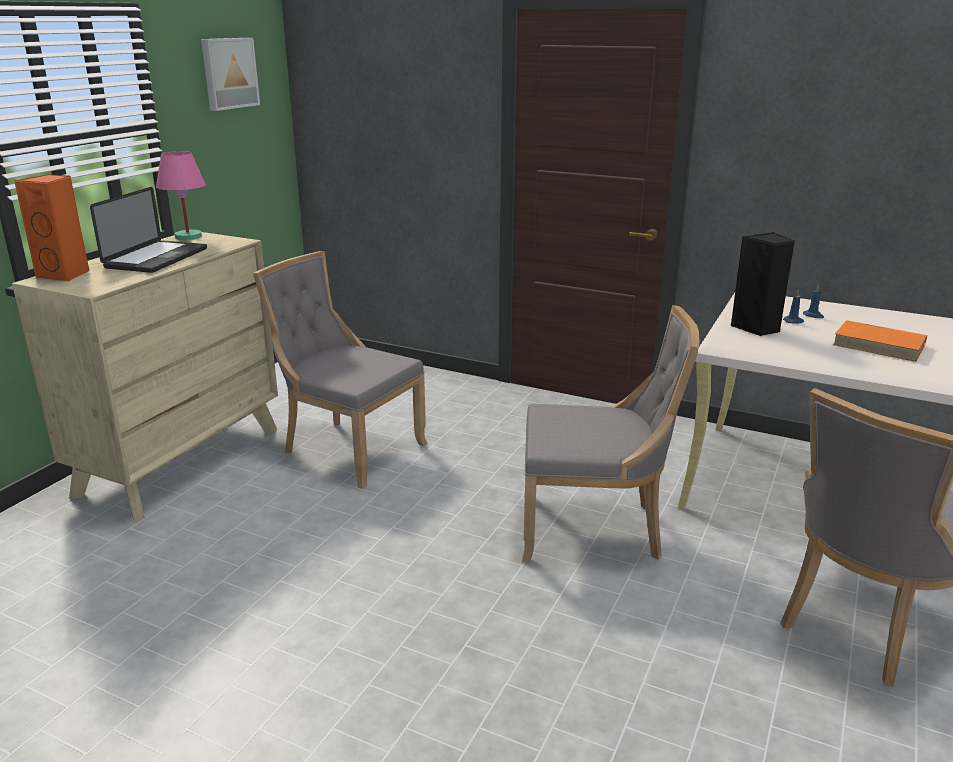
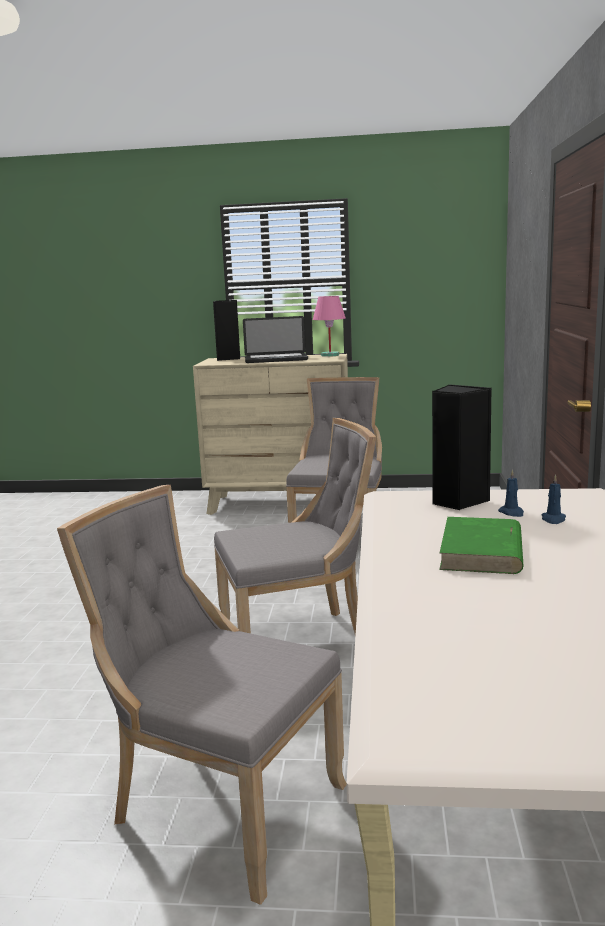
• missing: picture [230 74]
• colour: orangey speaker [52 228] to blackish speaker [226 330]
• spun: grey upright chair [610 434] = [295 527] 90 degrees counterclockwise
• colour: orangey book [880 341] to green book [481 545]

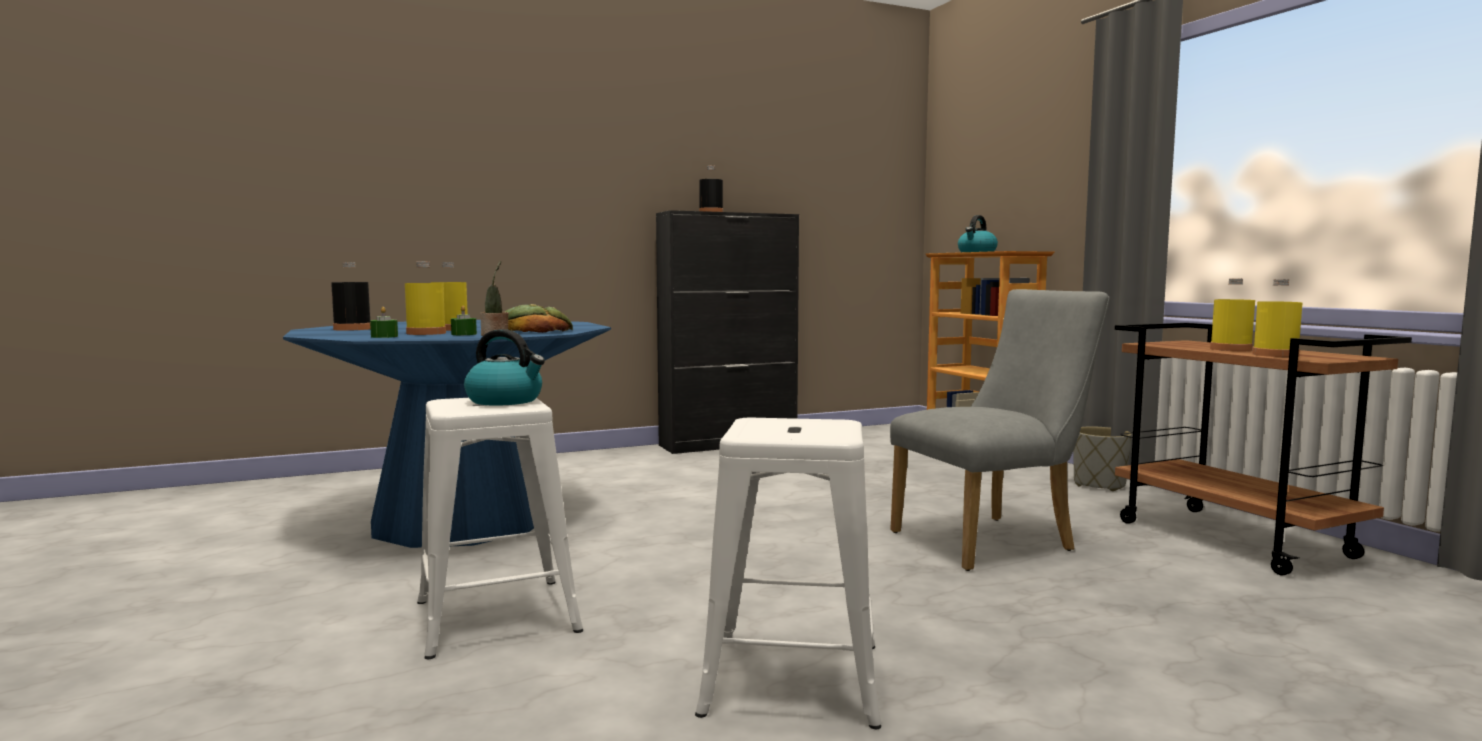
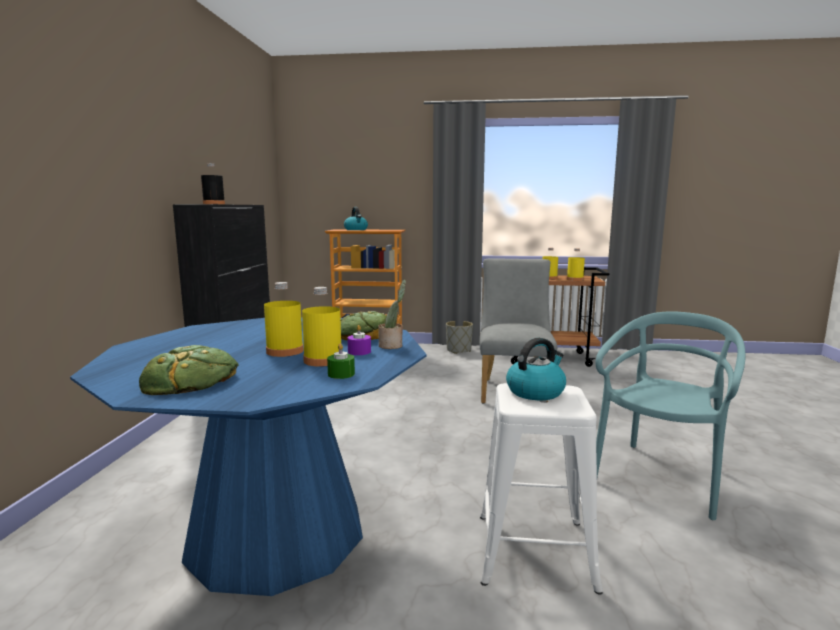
• exchanged: blackish drink bottle [351 296] to bread [189 370]
• colour: green wax candle [464 320] to purple wax candle [359 340]
• exchanged: whitish sitting stool [788 573] to turquoise upright chair [670 415]

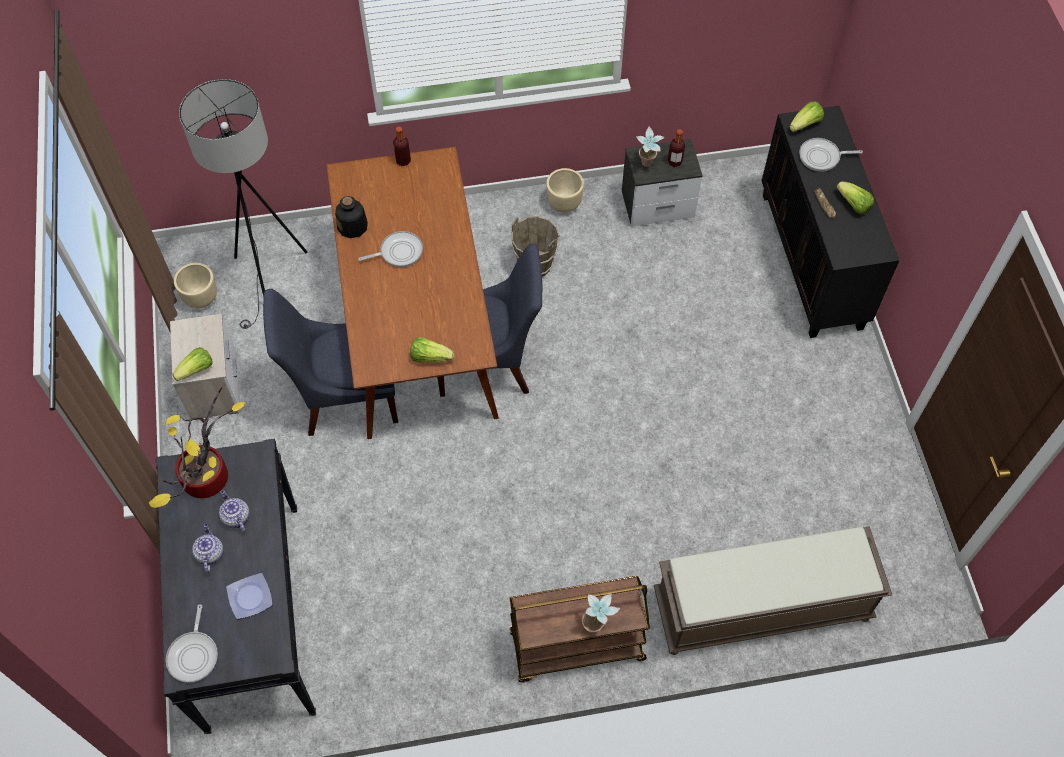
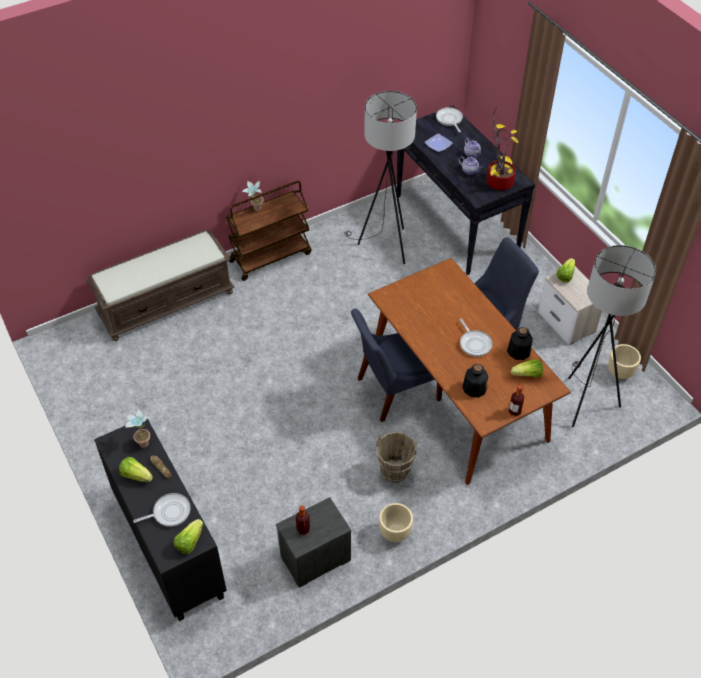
• relocated: potted plant [650 146] to [137 428]
• spun: frying pan [390 249] = [476 337] 75 degrees counterclockwise
• relocated: head of lettuce [432 350] to [527 368]
• appeared: grey standing lamp [380 177]
• appeared: drink bottle [475 380]

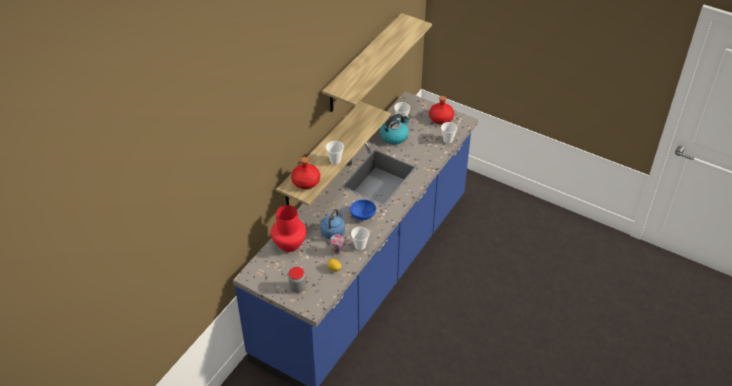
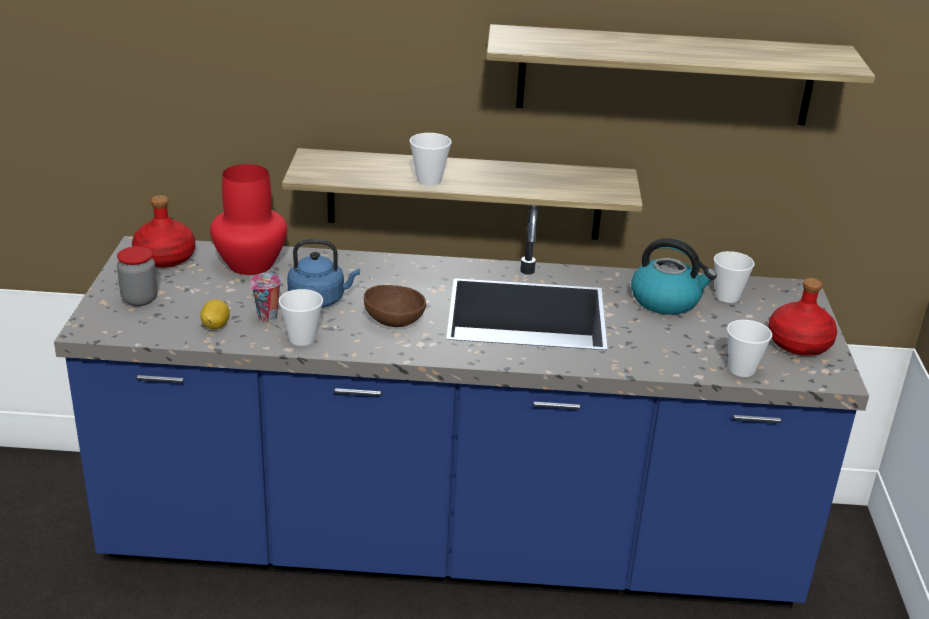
• relocated: reddish drink bottle [305 173] to [163 231]
• colour: blue deep dish [363 209] to brown-coloured deep dish [395 306]

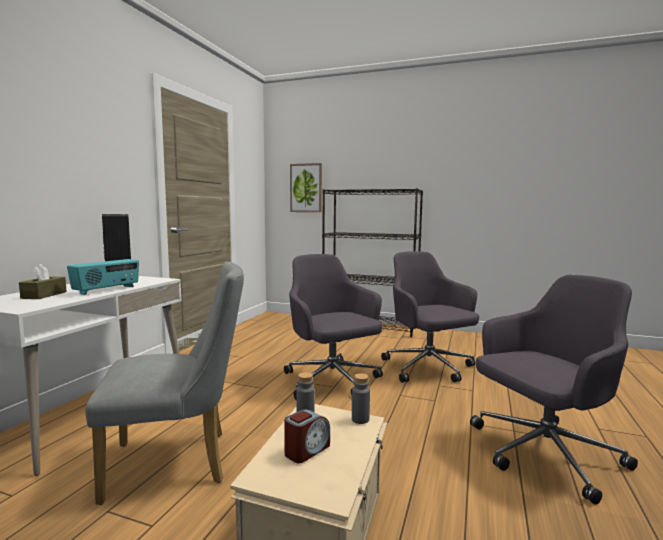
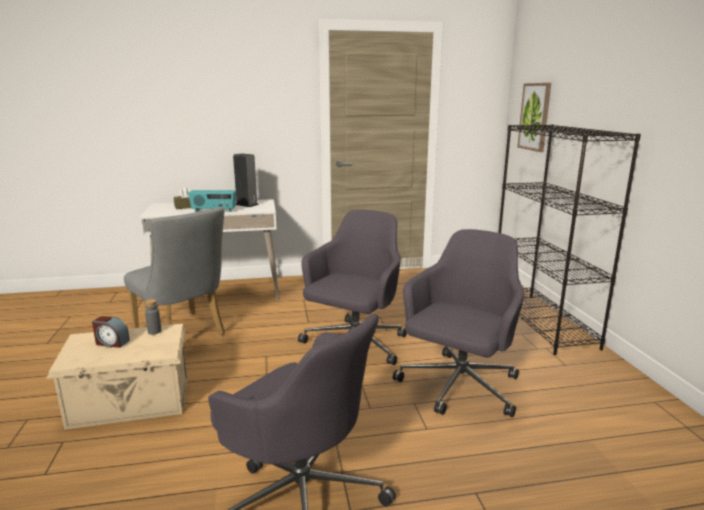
• missing: grey drink bottle [361 398]

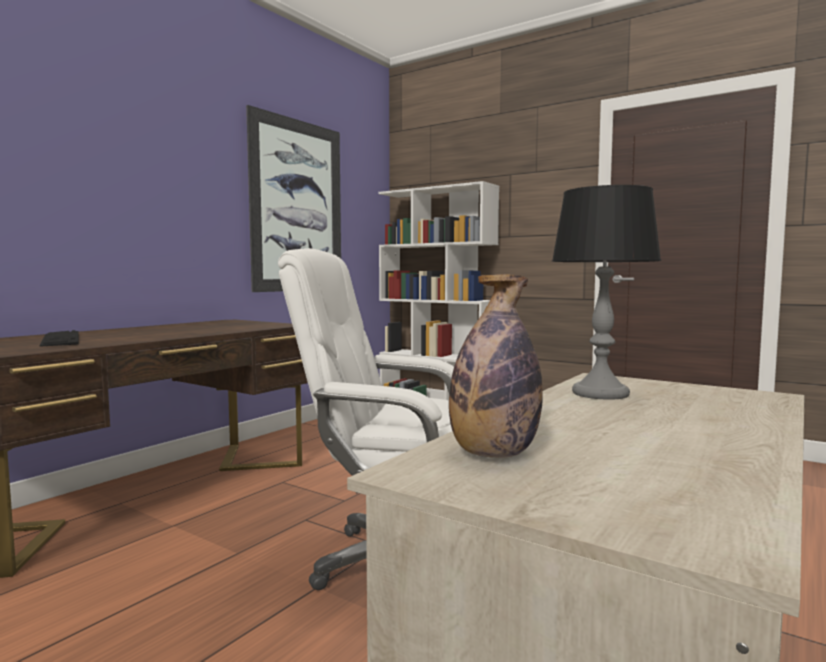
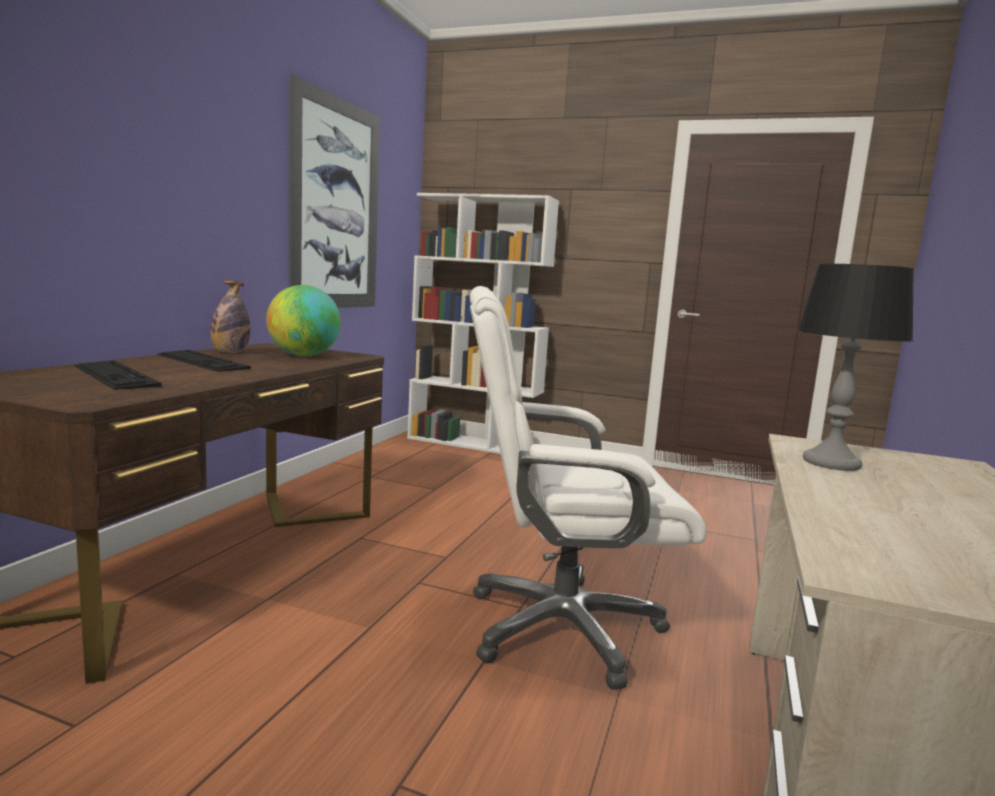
• relocated: drink bottle [496 366] to [230 317]
• appeared: globe [303 321]
• appeared: keyboard [204 361]

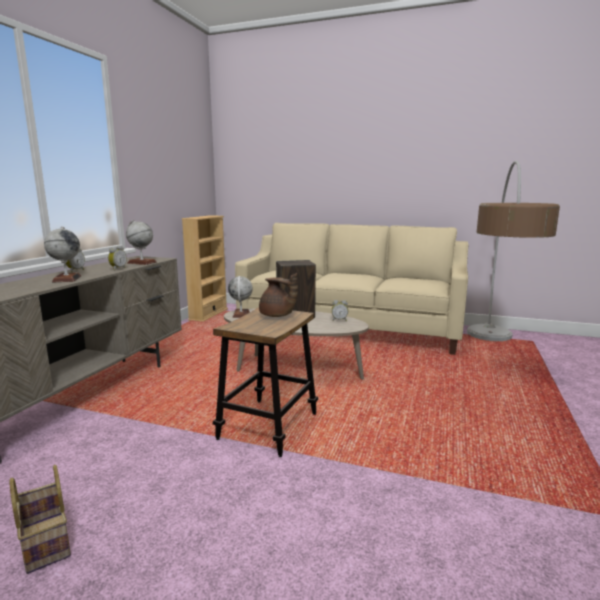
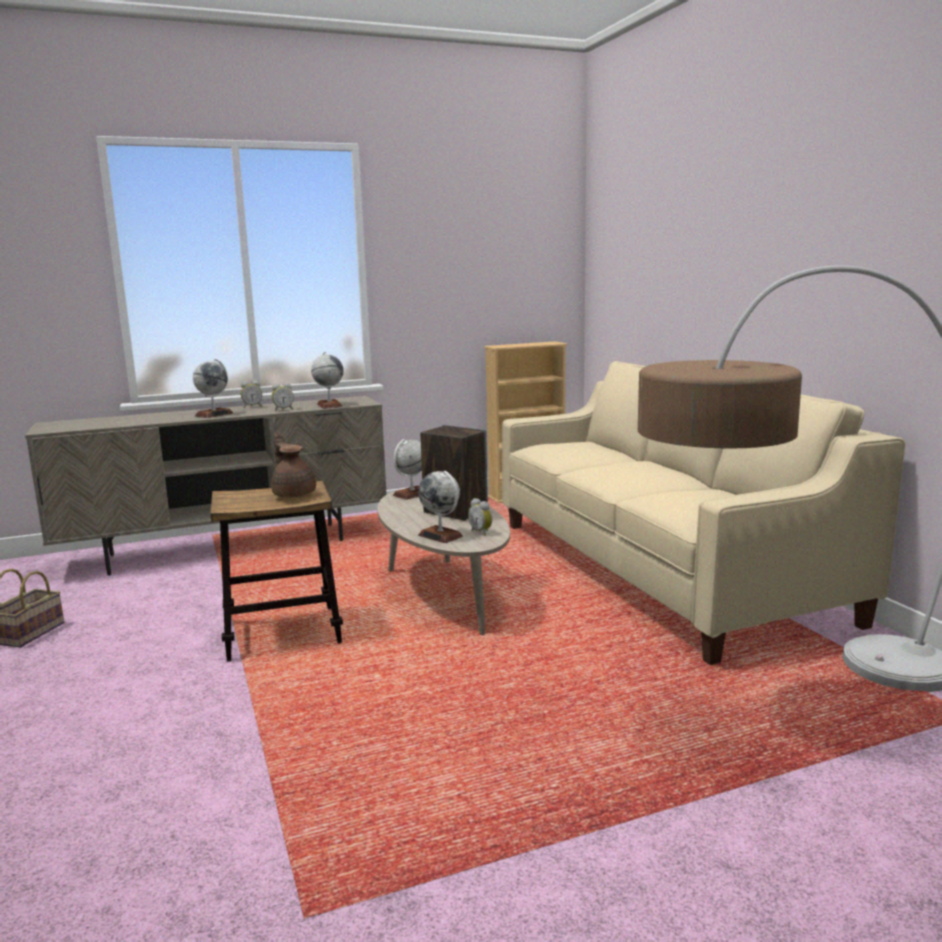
• spun: brown-coloured tea pot [278 295] = [293 465] 150 degrees clockwise
• appeared: globe [440 507]

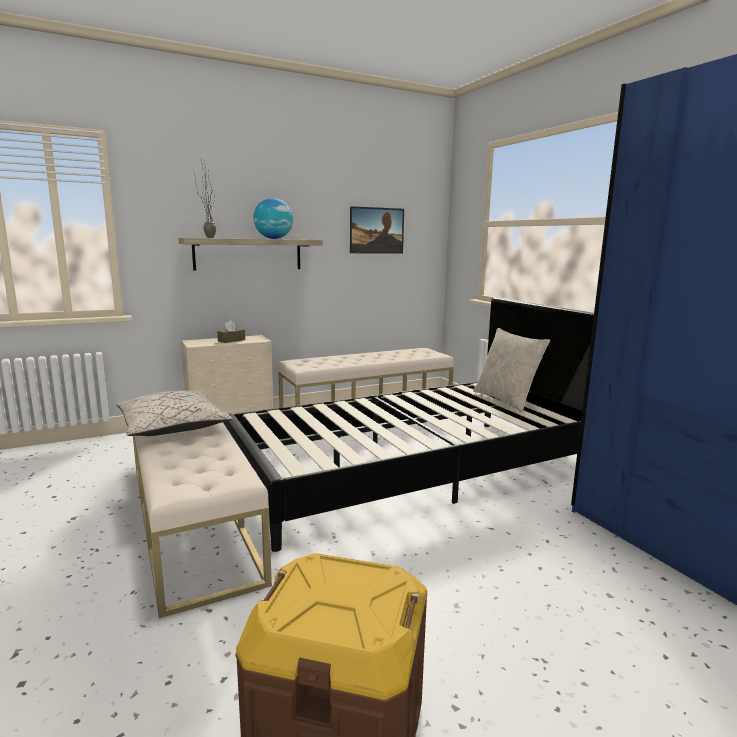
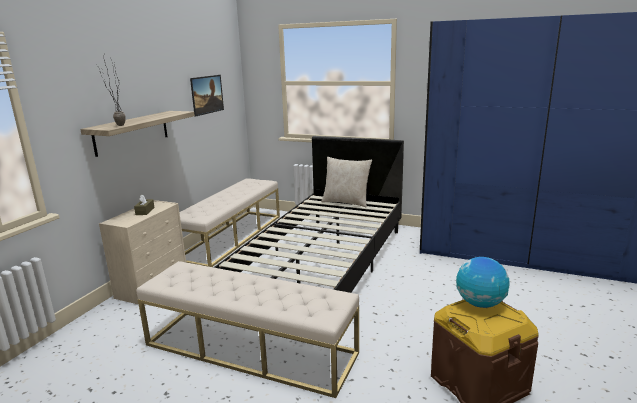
• relocated: globe [273 218] to [483 282]
• missing: sand-coloured pillow [174 413]

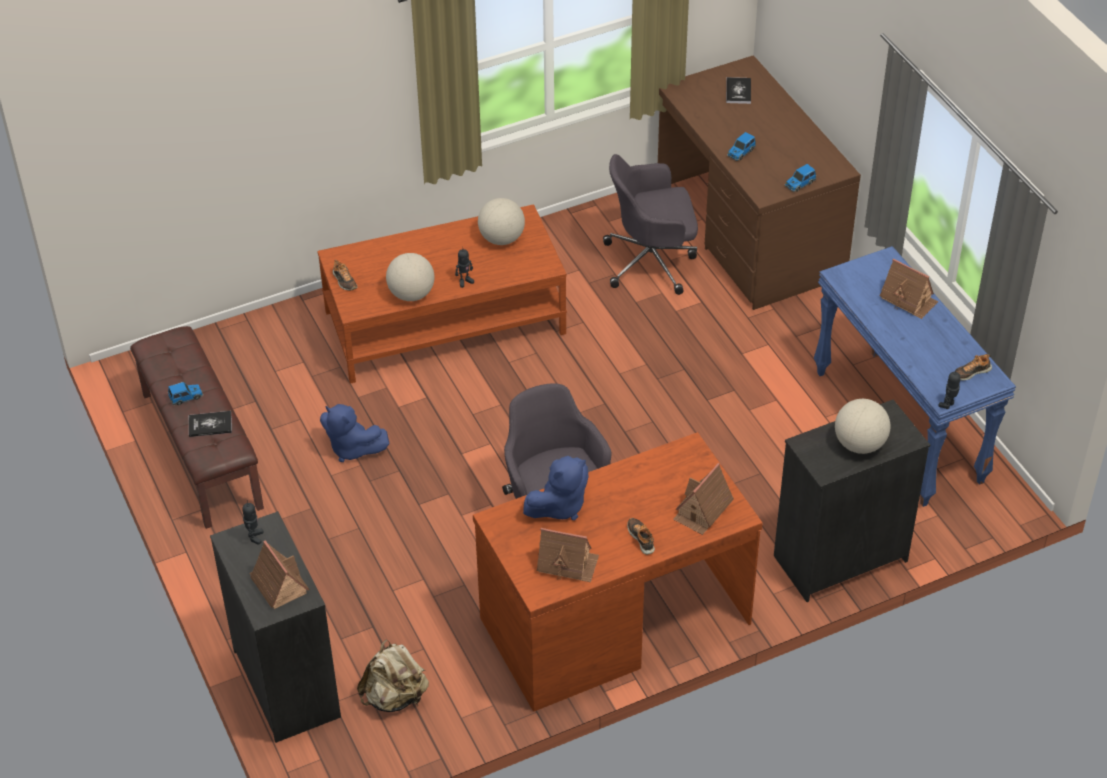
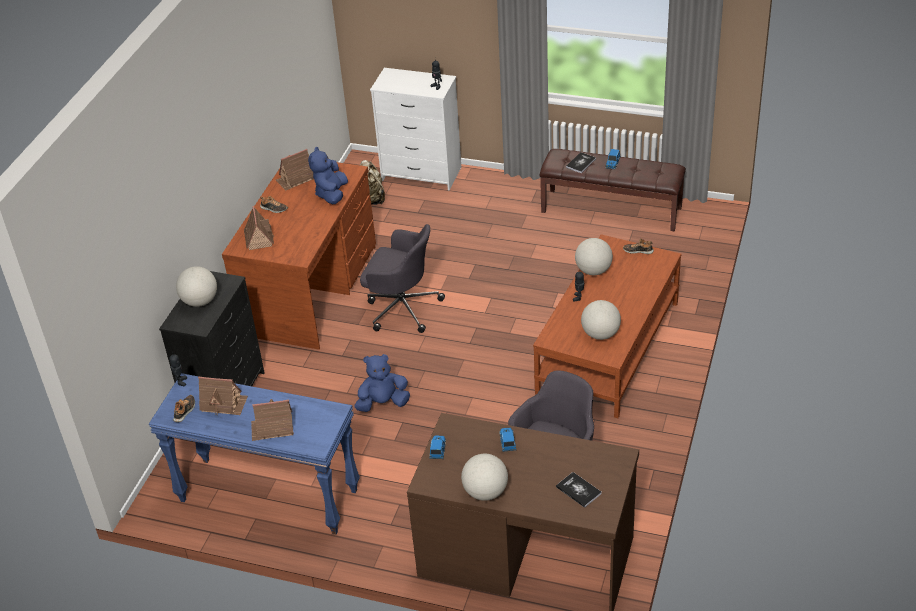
• relocated: blue plush toy [355 433] to [382 383]
• colour: blackish drawer chest [275 627] to whitish drawer chest [415 129]
• relocated: miniature house [280 574] to [223 395]
• appeared: globe [484 477]

